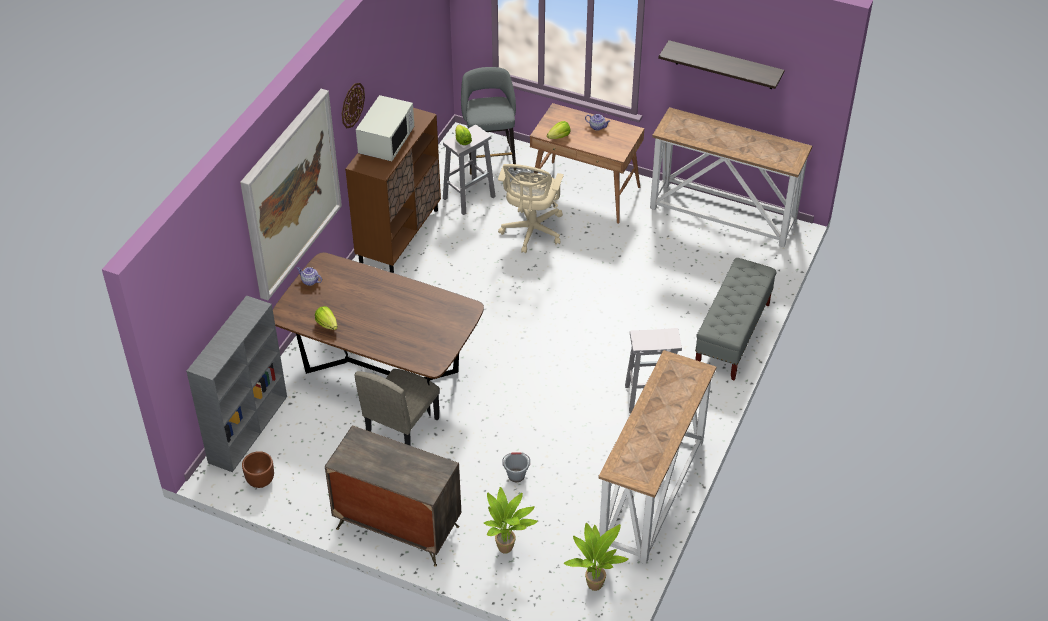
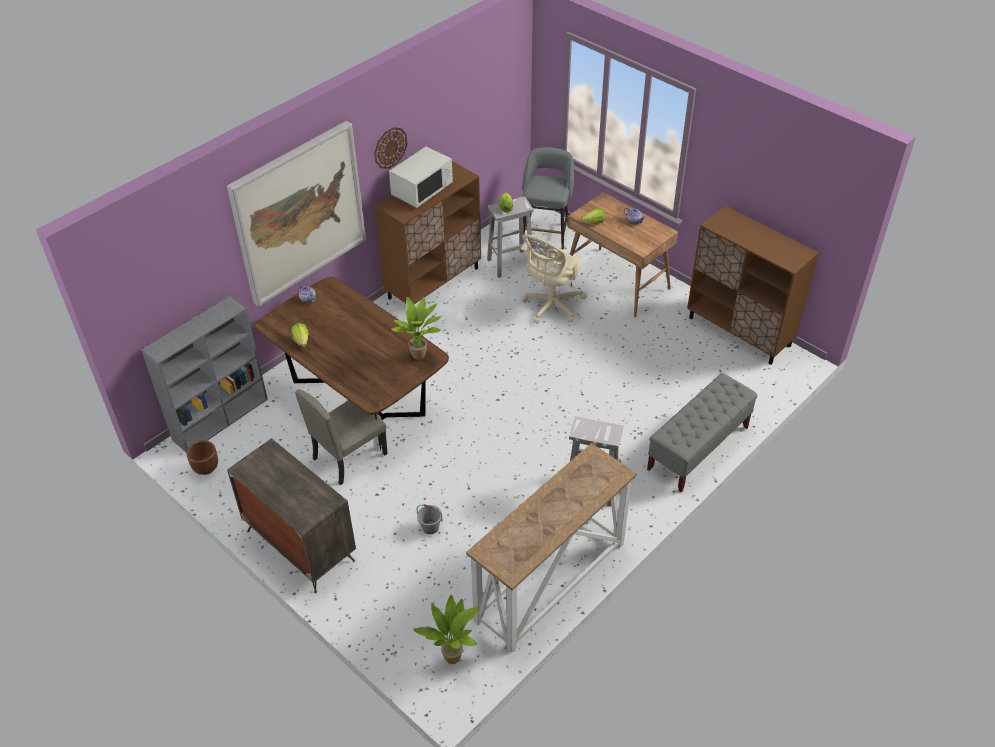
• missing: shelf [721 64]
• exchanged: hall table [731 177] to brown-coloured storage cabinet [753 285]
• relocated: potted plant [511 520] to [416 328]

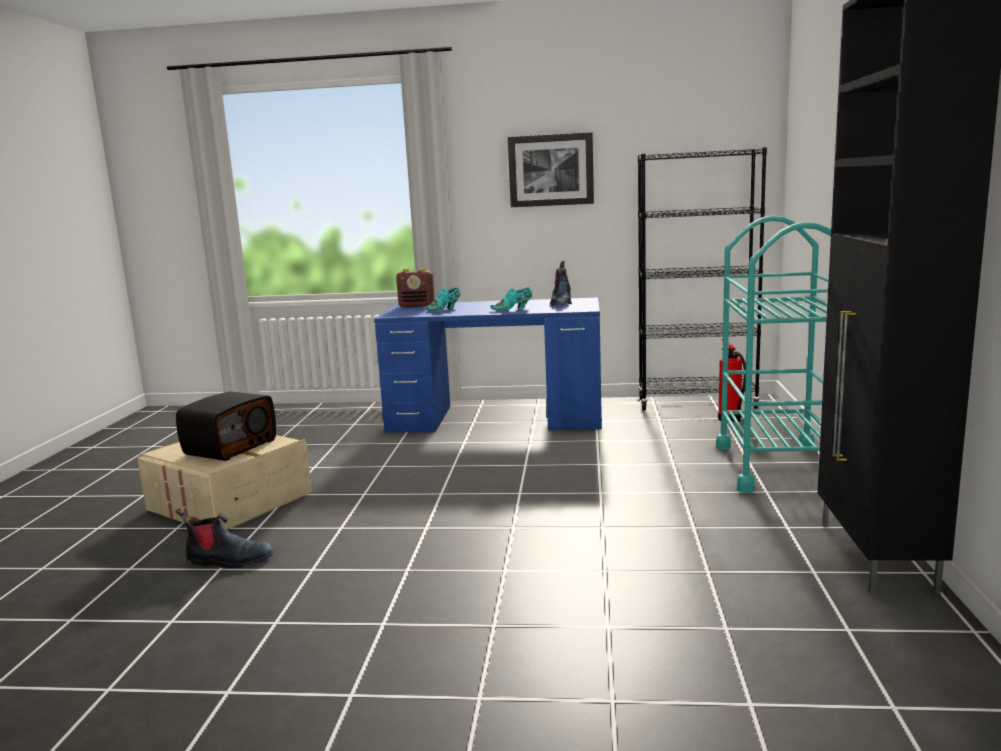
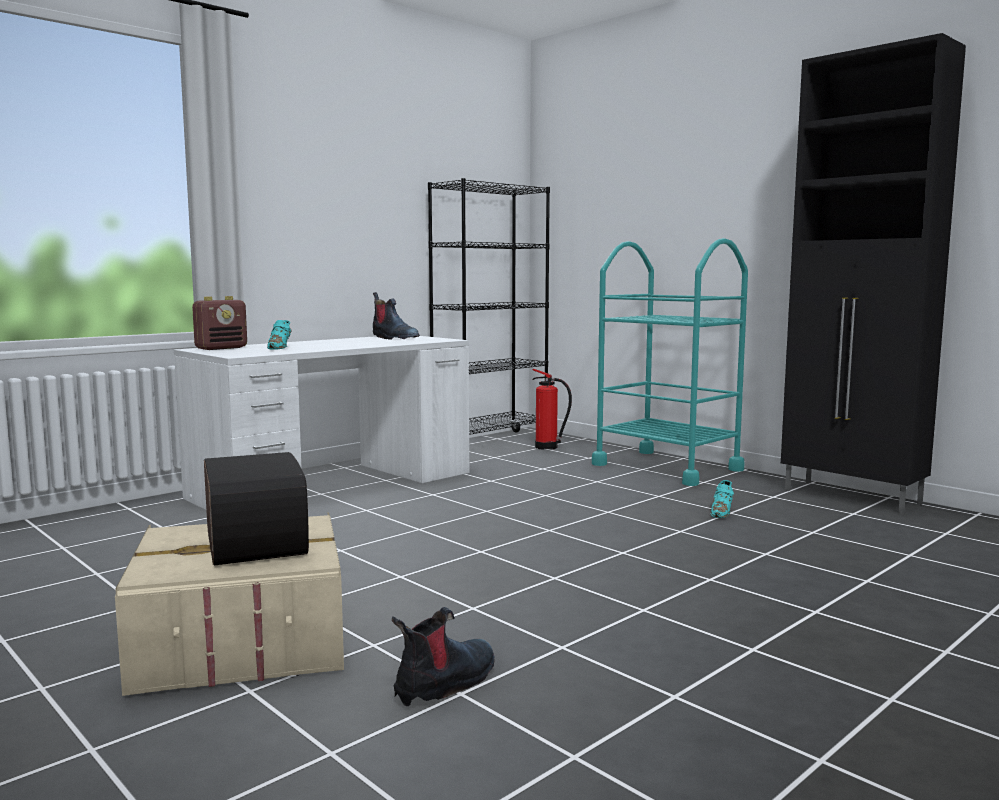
• missing: picture [551 169]
• relocated: turquoise item of footwear [511 299] to [722 499]
• colour: blue desk table [488 365] to whitish desk table [321 423]

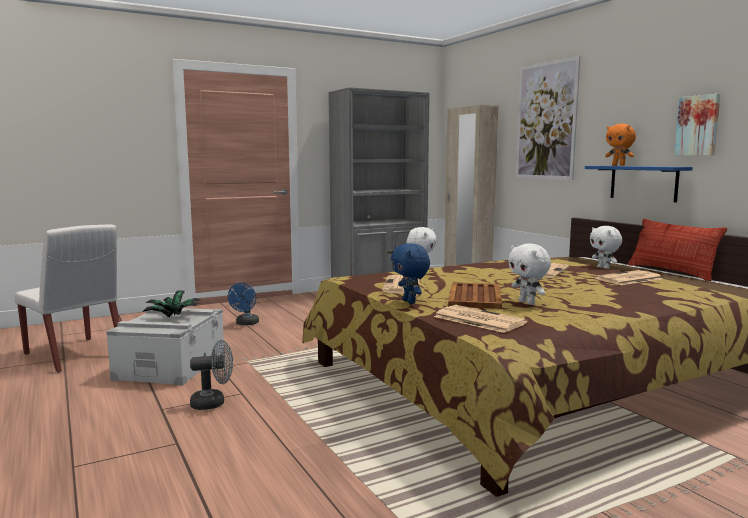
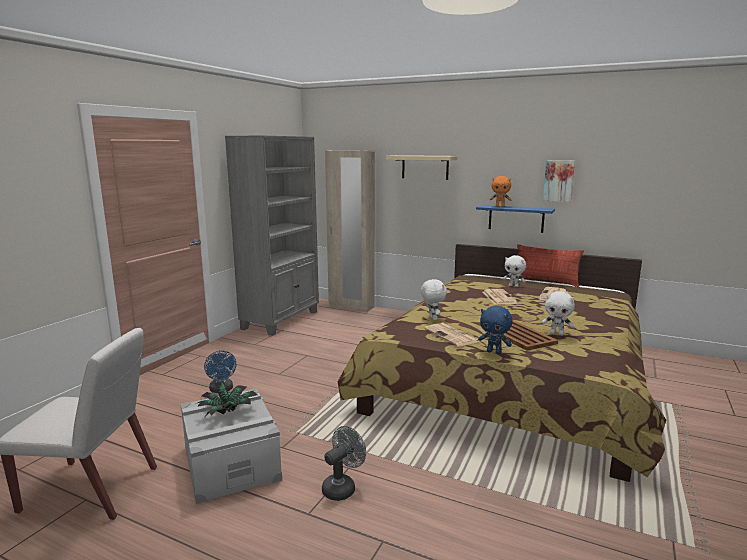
• exchanged: picture [548 118] to sand-coloured shelf [421 167]
• missing: newspaper [480 319]

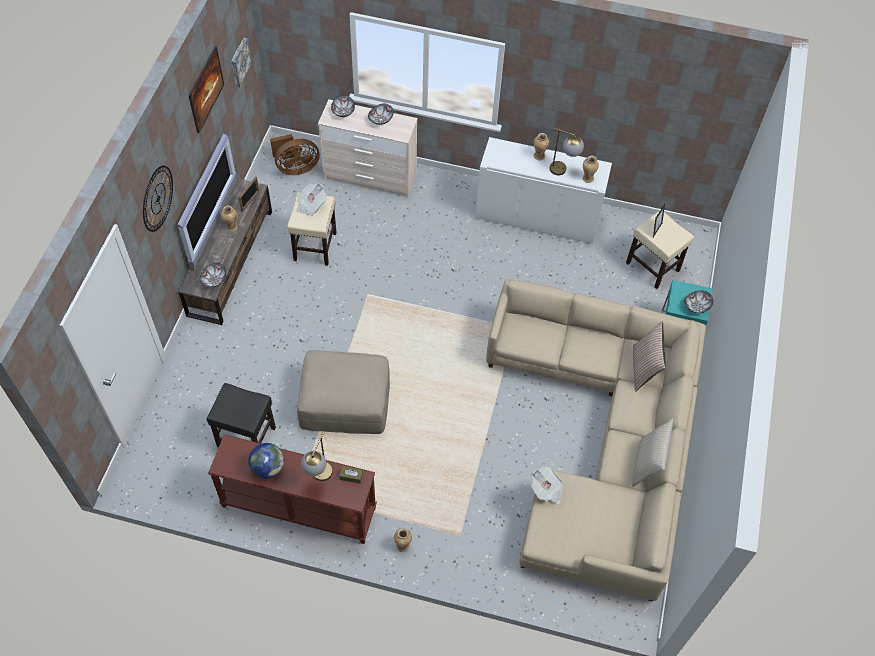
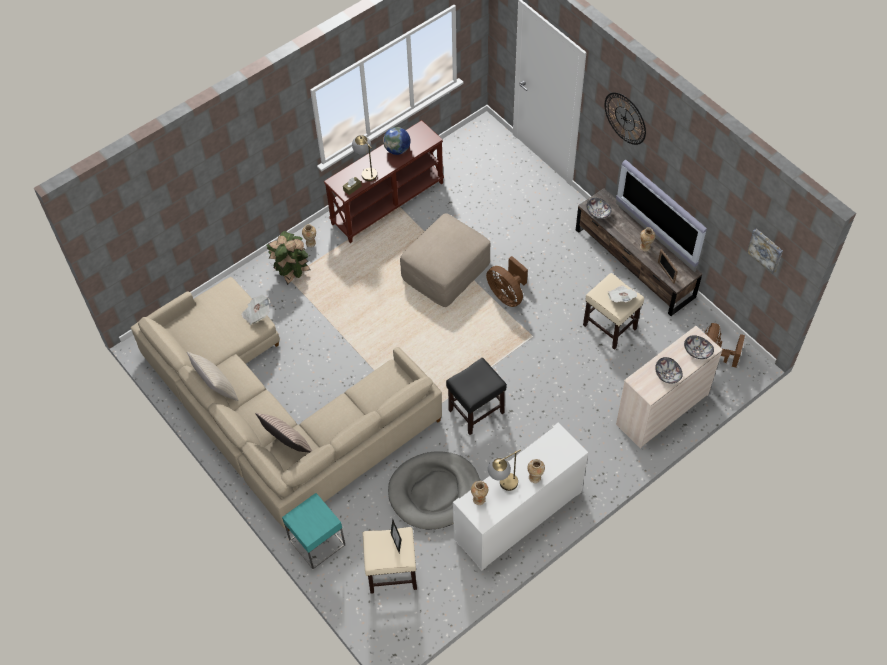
• missing: picture [206 89]
• missing: deep dish [698 302]
• relocated: blackish sitting stool [241 415] to [476 396]
• appeared: potted plant [289 258]
• appeared: brown-coloured electric fan [507 281]
• appeared: grey dog bed [434 490]

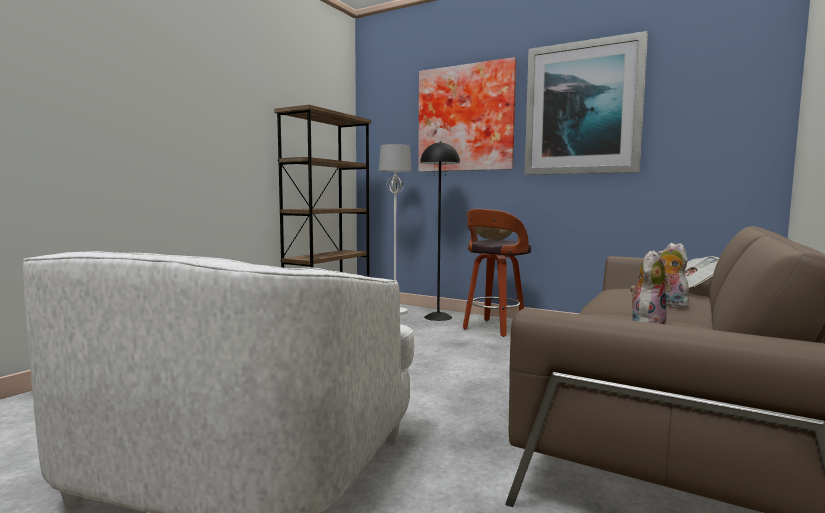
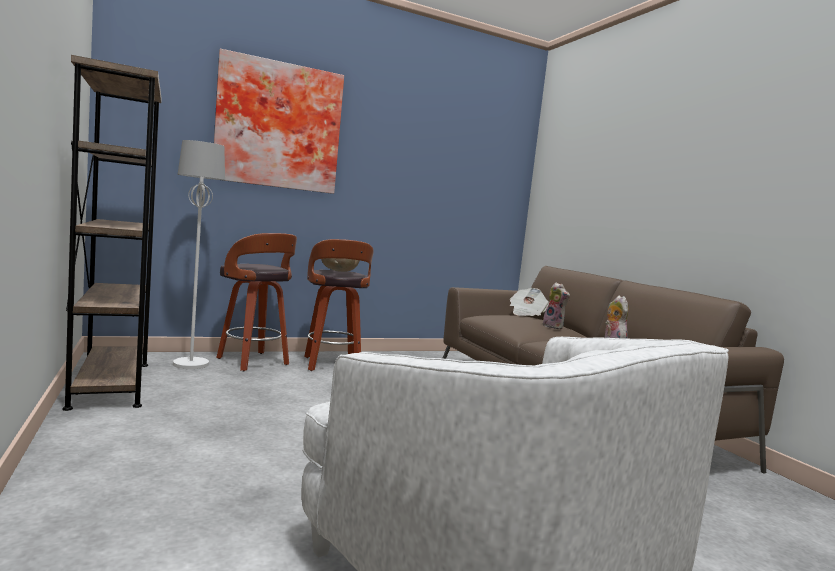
• missing: picture [586 103]
• exchanged: blackish standing lamp [440 231] to sitting stool [256 302]
• spun: plush toy [673 275] = [556 305] 135 degrees counterclockwise

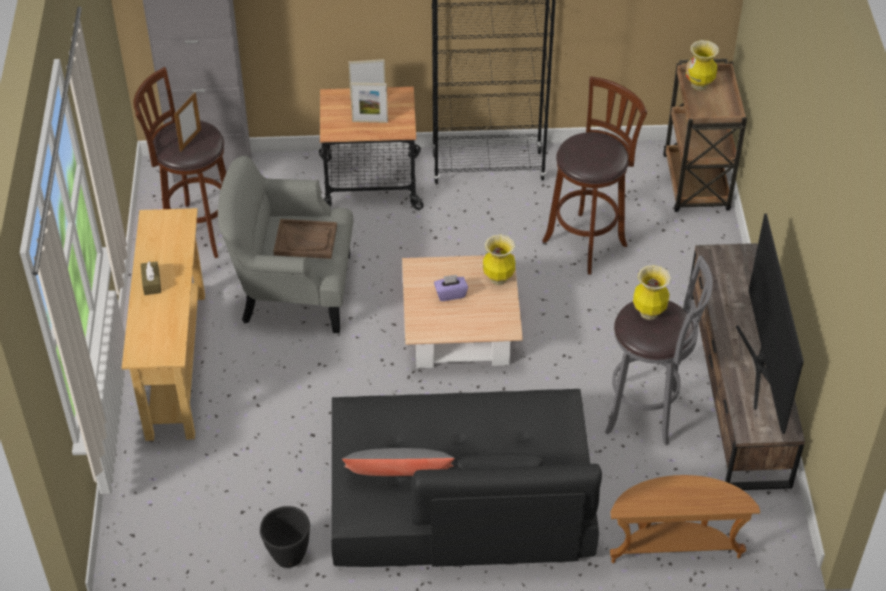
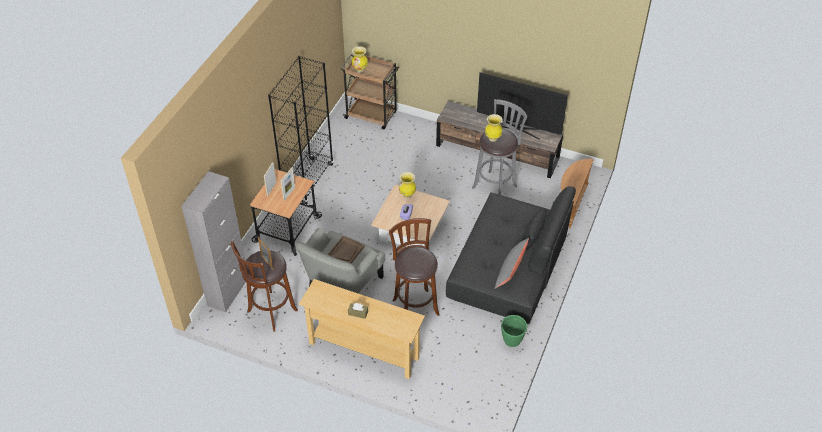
• relocated: brown-coloured sitting stool [594 175] to [414 267]
• colour: blackish planter [285 537] to green planter [514 331]

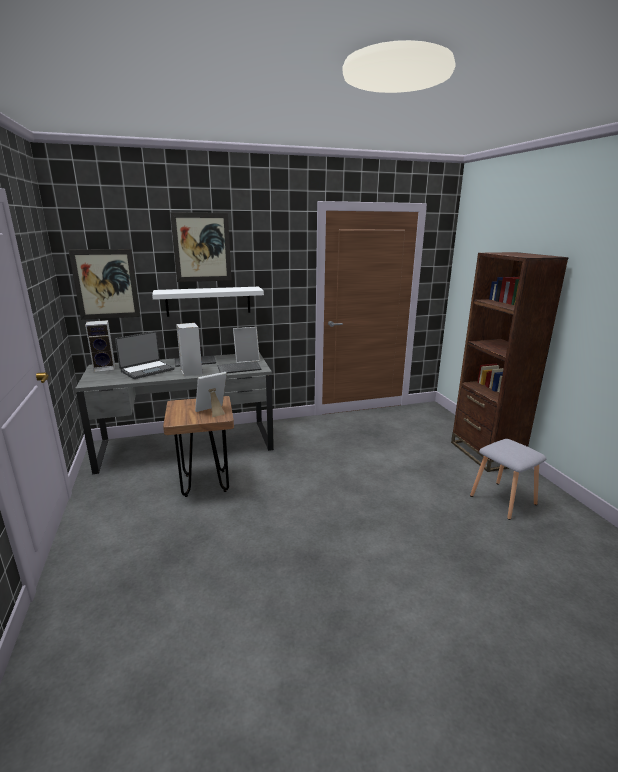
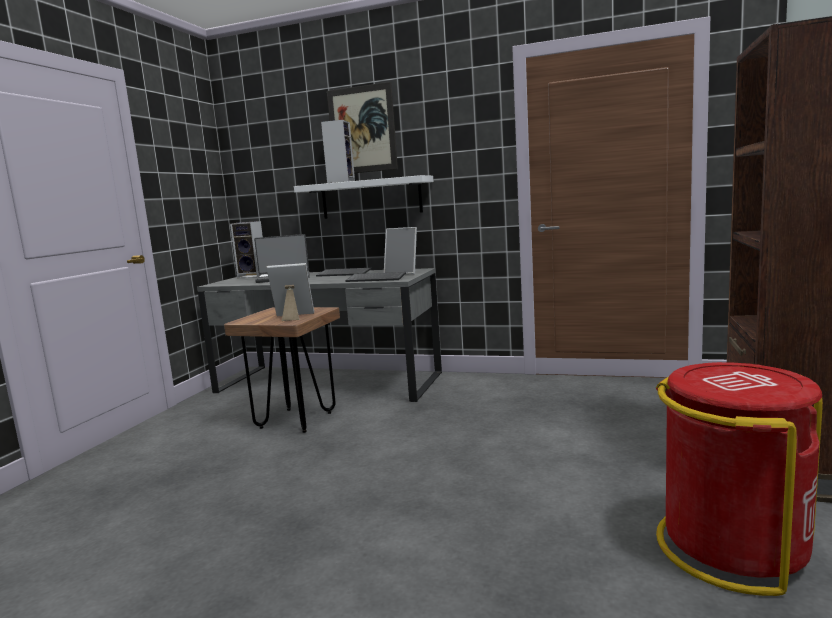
• missing: picture [104 284]
• relocated: speaker [189 349] to [338 151]
• exchanged: grey sitting stool [508 479] to reddish rubbish bin [739 479]

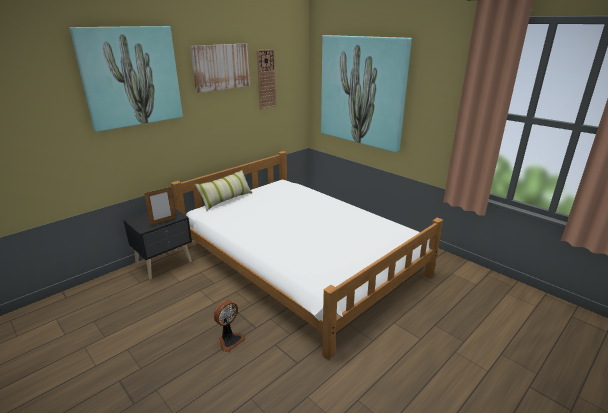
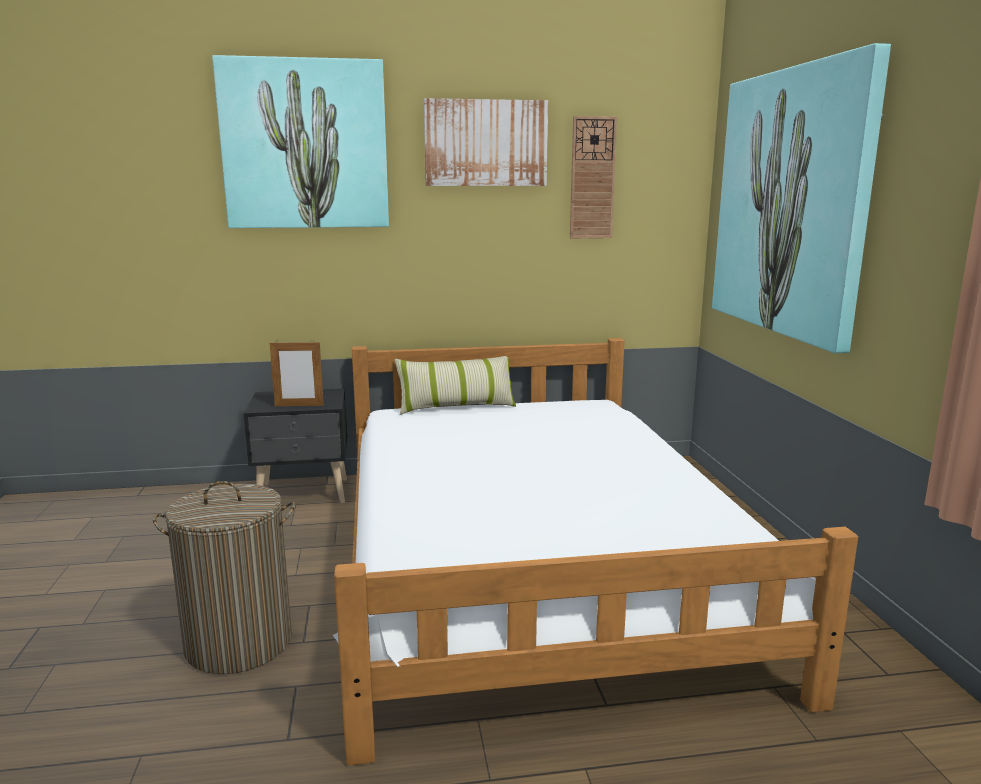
• exchanged: electric fan [230 326] to washing basket [224 577]

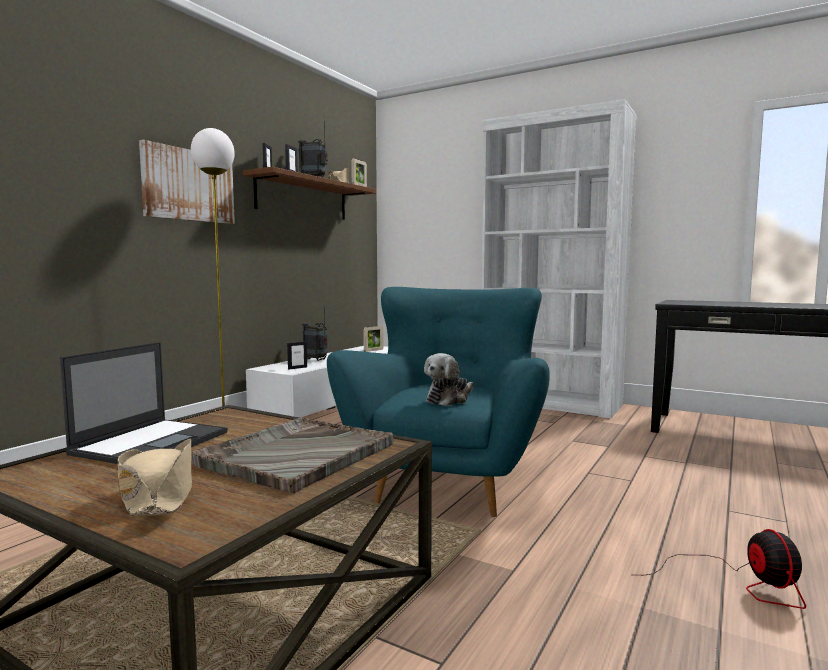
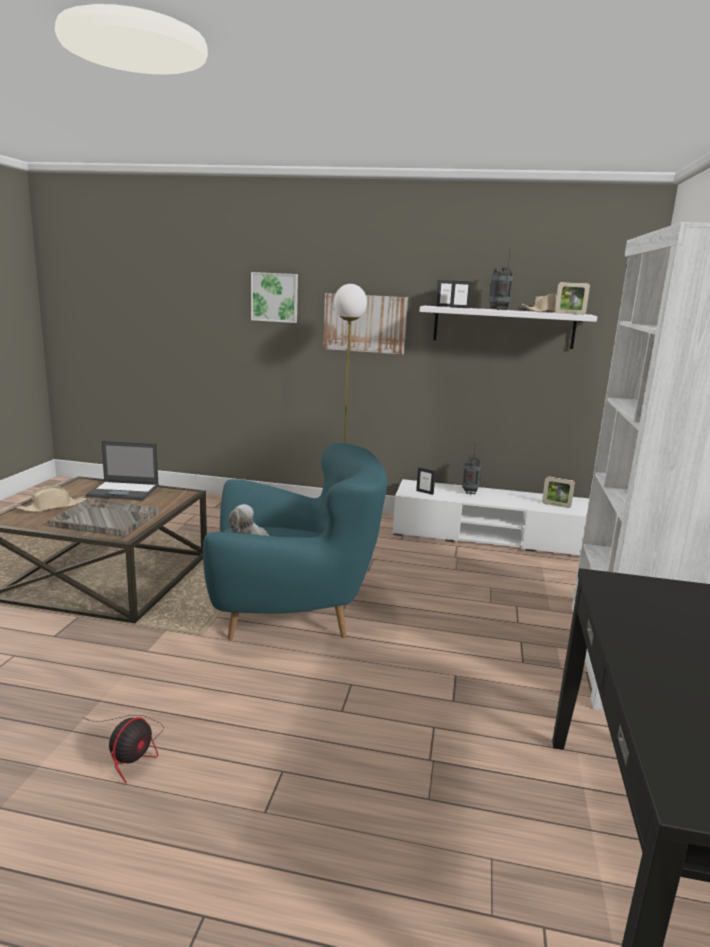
• colour: brown-coloured shelf [309 193] to whitish shelf [508 327]
• spun: electric fan [726 569] = [123 749] 45 degrees counterclockwise
• appeared: picture [274 297]

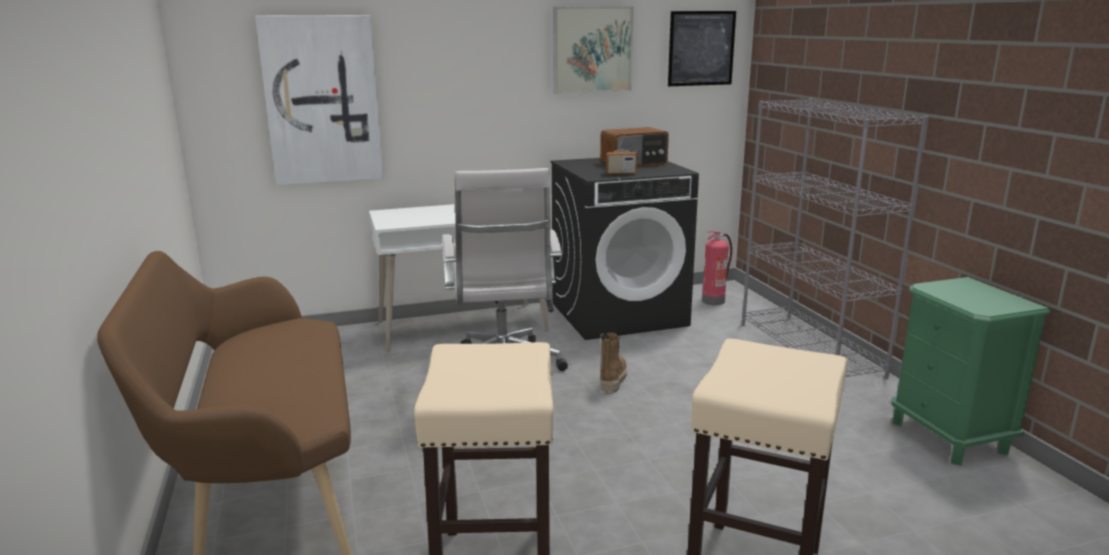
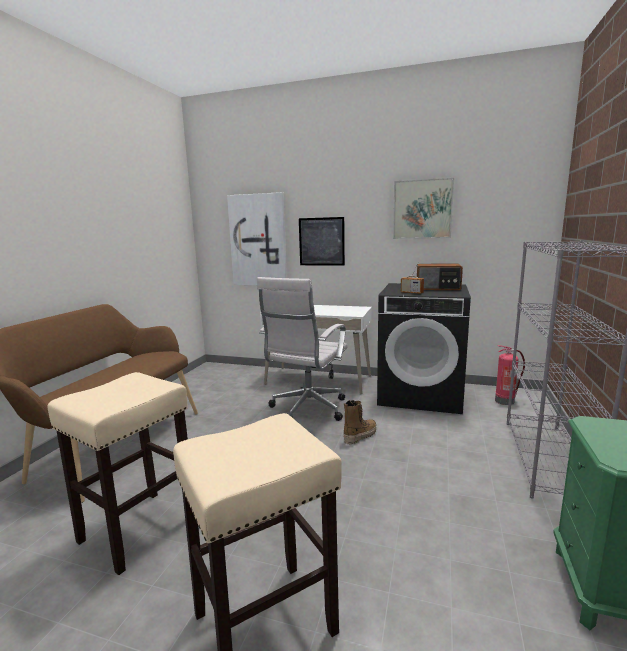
• relocated: picture [702 48] to [322 241]

